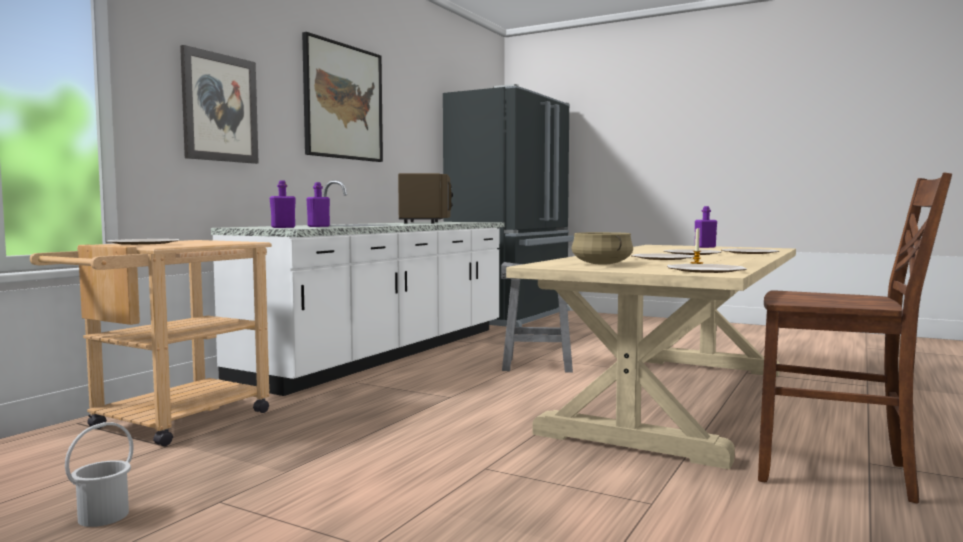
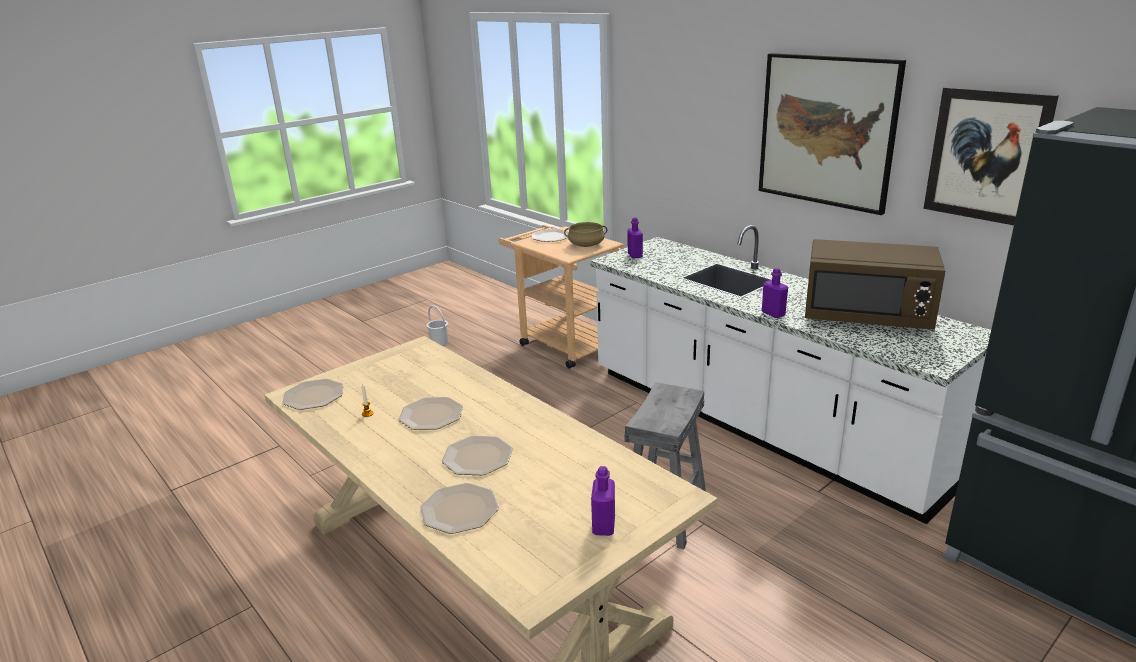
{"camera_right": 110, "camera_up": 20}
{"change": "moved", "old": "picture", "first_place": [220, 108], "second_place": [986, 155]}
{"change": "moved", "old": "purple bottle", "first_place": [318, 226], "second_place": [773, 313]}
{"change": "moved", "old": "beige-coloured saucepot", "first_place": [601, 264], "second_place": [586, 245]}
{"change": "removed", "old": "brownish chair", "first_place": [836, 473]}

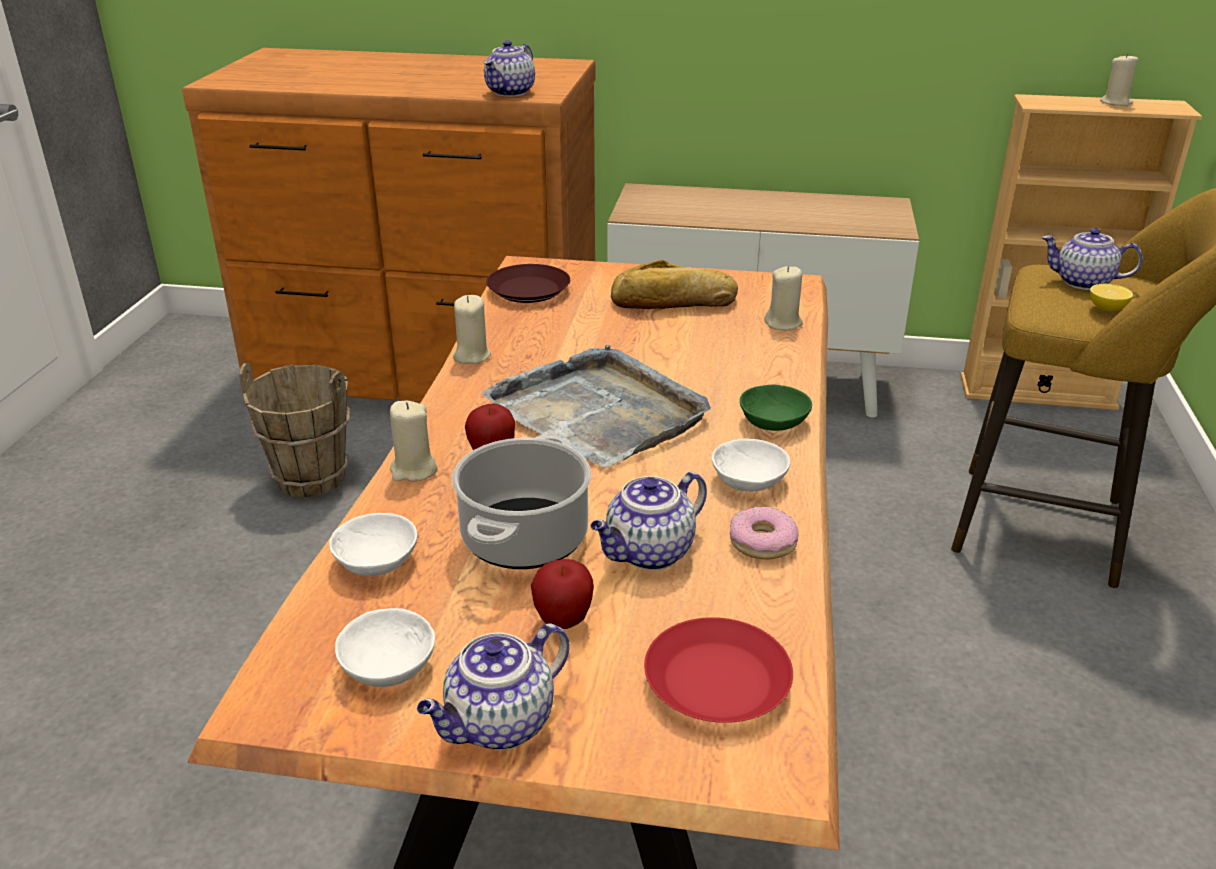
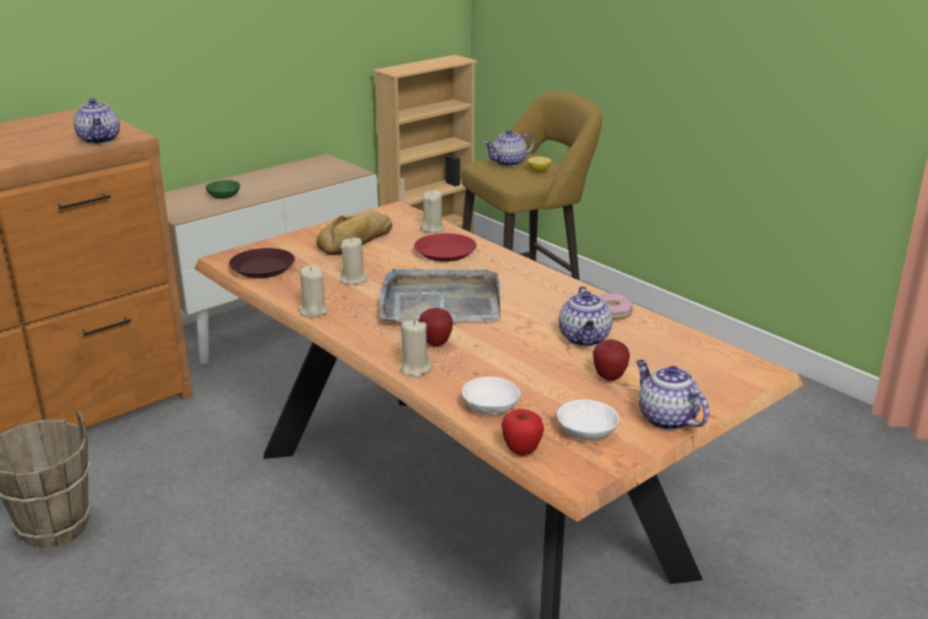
{"camera_right": -50, "camera_up": -5}
{"change": "turned", "old": "pot for tea", "first_place": [499, 725], "second_place": [666, 418], "degrees": 150}
{"change": "removed", "old": "saucepot", "first_place": [525, 539]}
{"change": "moved", "old": "red-coloured dinner plate", "first_place": [718, 680], "second_place": [445, 252]}
{"change": "removed", "old": "whitish bowl", "first_place": [750, 481]}
{"change": "moved", "old": "green-coloured bowl", "first_place": [774, 423], "second_place": [225, 196]}
{"change": "moved", "old": "beige-coloured wax light", "first_place": [1116, 103], "second_place": [354, 279]}
{"change": "added", "new": "whole apple", "second_place": [521, 450]}

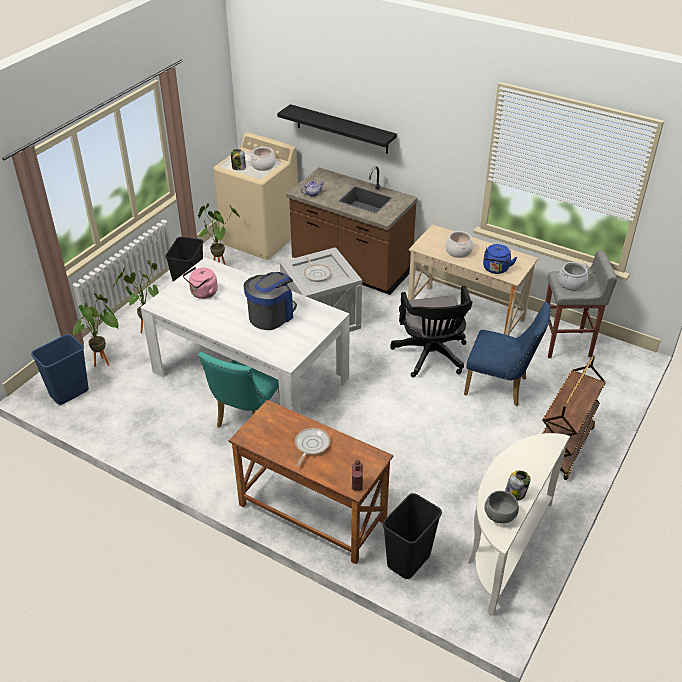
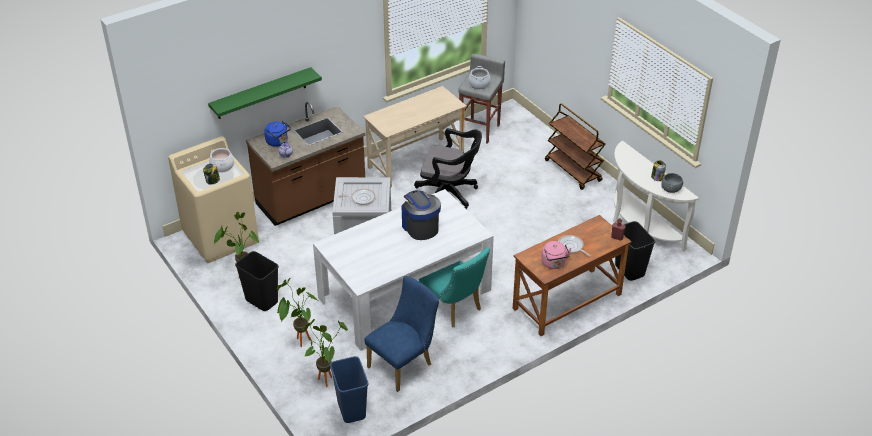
{"camera_right": -65, "camera_up": 0}
{"change": "moved", "old": "pink tea kettle", "first_place": [202, 293], "second_place": [554, 264]}
{"change": "recoloured", "old": "black-coloured shelf", "new": "green-coloured shelf", "first_place": [342, 129], "second_place": [261, 93]}
{"change": "removed", "old": "saucepot", "first_place": [458, 251]}
{"change": "moved", "old": "blue-coloured chair", "first_place": [500, 387], "second_place": [404, 364]}
{"change": "moved", "old": "blue-coloured tea kettle", "first_place": [496, 269], "second_place": [278, 142]}

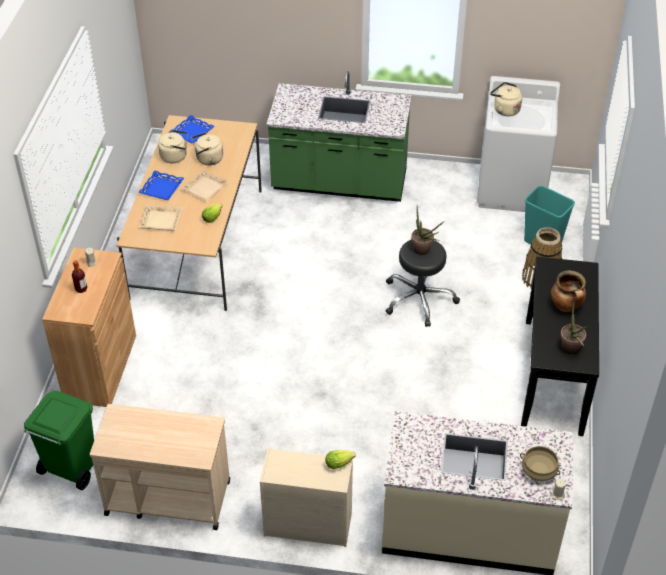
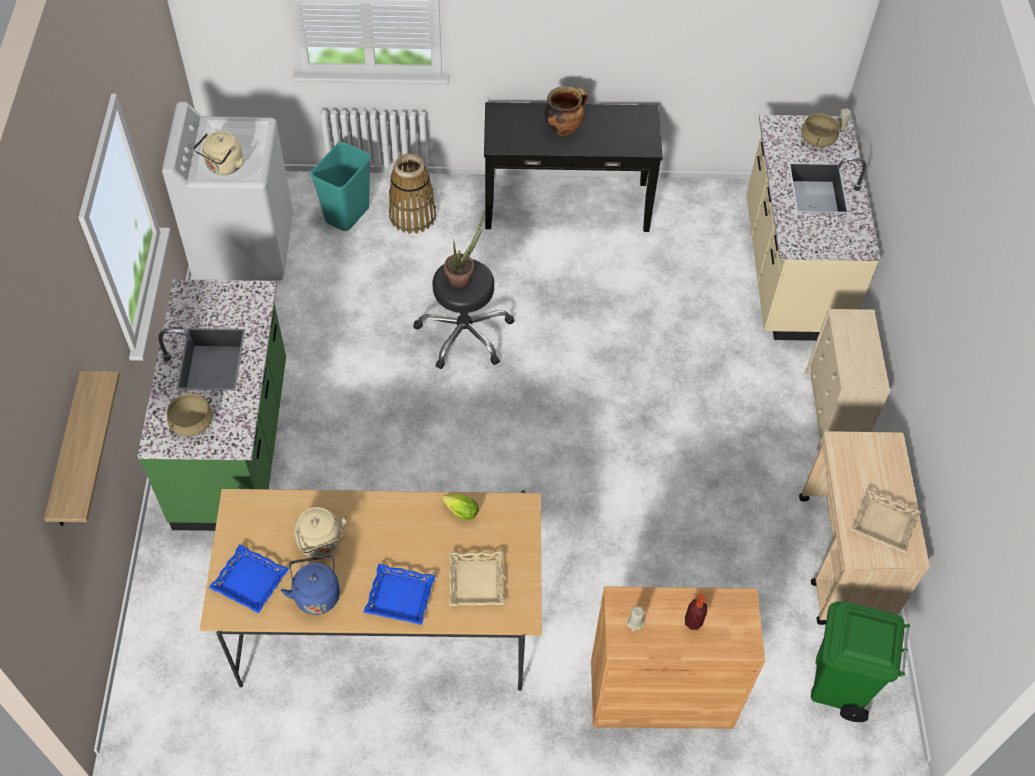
{"camera_right": -100, "camera_up": 10}
{"change": "recoloured", "old": "beige-coloured tea kettle", "new": "blue-coloured tea kettle", "first_place": [175, 156], "second_place": [316, 593]}
{"change": "moved", "old": "beige-coloured tray", "first_place": [205, 188], "second_place": [884, 523]}
{"change": "removed", "old": "head of lettuce", "first_place": [340, 463]}
{"change": "removed", "old": "houseplant", "first_place": [571, 351]}
{"change": "added", "new": "shelf", "second_place": [68, 454]}
{"change": "added", "new": "beige-coloured saucepot", "second_place": [192, 423]}

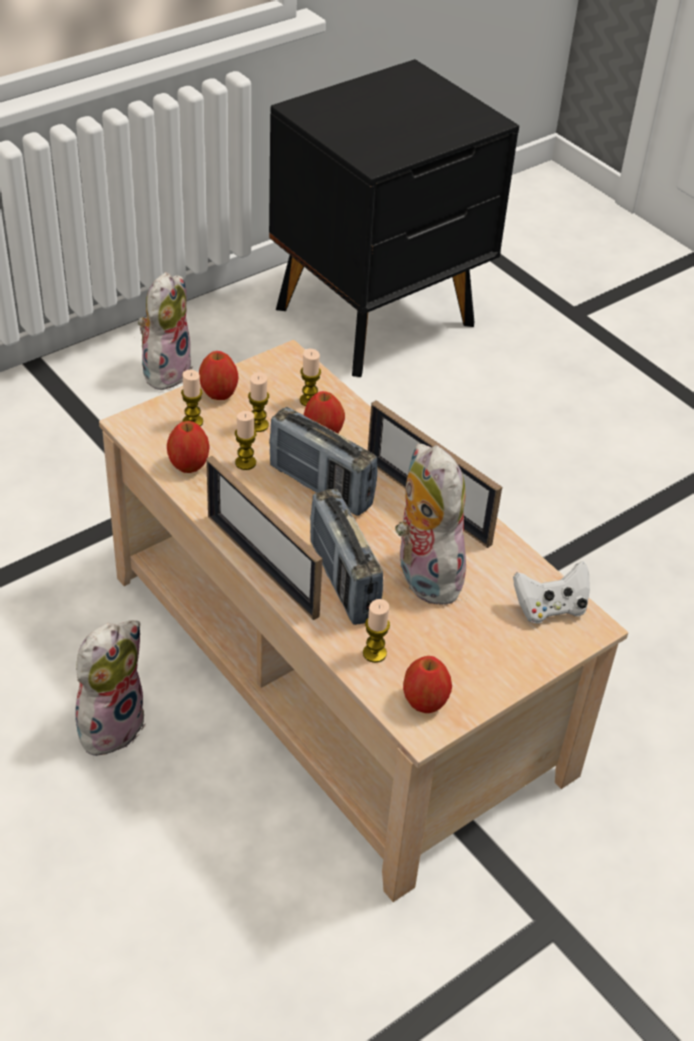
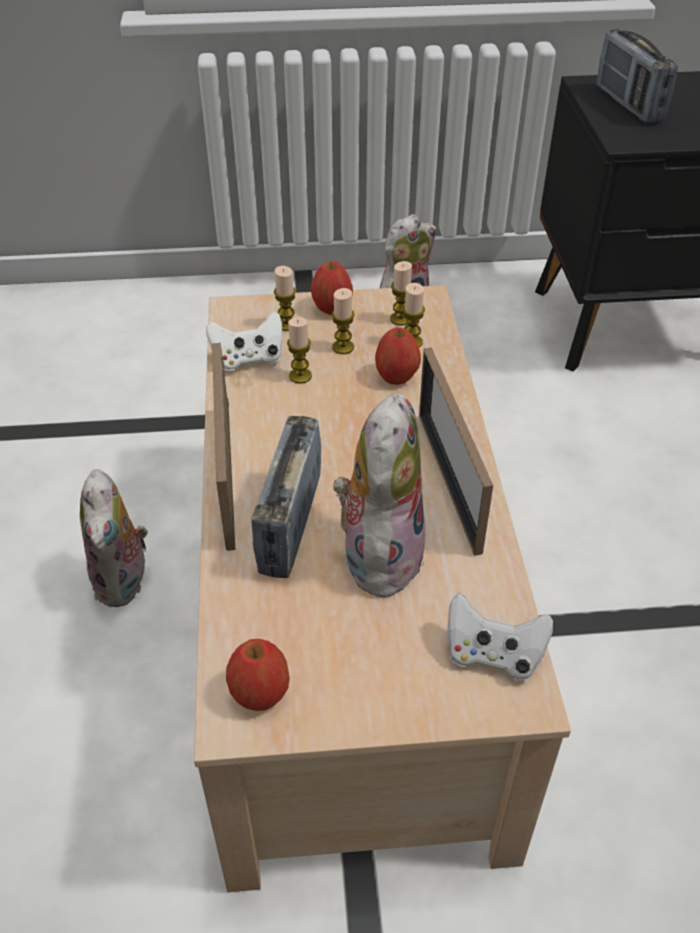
{"camera_right": 35, "camera_up": 0}
{"change": "turned", "old": "soft toy", "first_place": [110, 723], "second_place": [125, 582], "degrees": 105}
{"change": "replaced", "old": "whole apple", "new": "whitish joypad", "first_place": [189, 464], "second_place": [248, 359]}
{"change": "moved", "old": "radio receiver", "first_place": [320, 486], "second_place": [628, 104]}
{"change": "moved", "old": "wax light", "first_place": [374, 653], "second_place": [400, 319]}

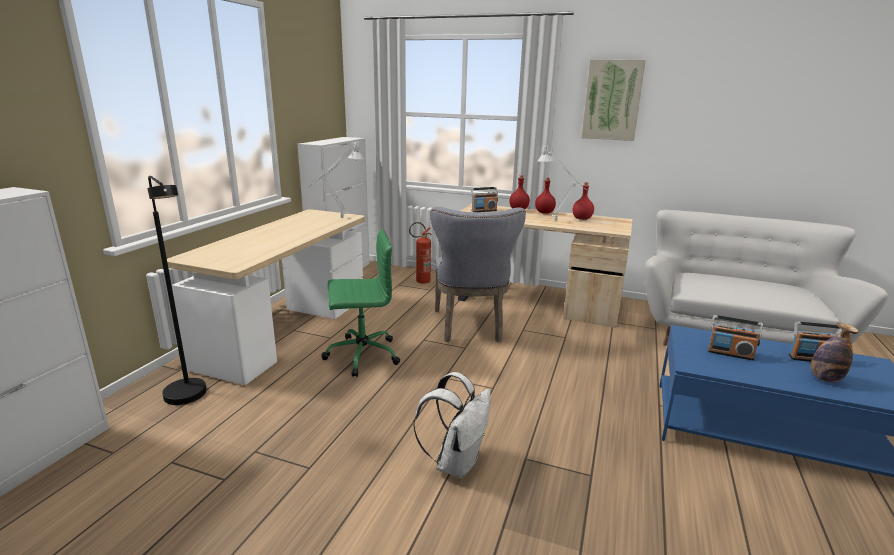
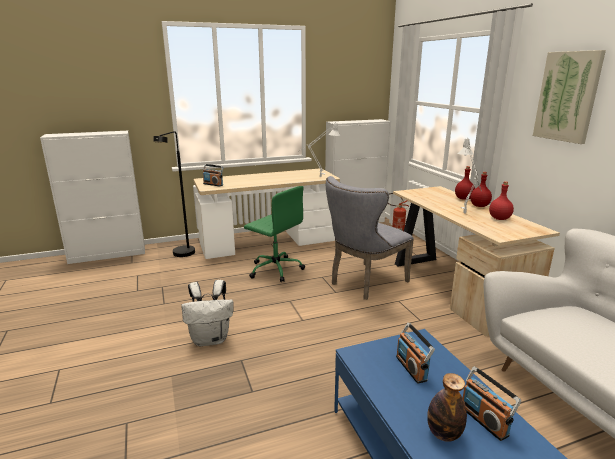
{"camera_right": 50, "camera_up": 0}
{"change": "moved", "old": "radio receiver", "first_place": [484, 211], "second_place": [213, 184]}

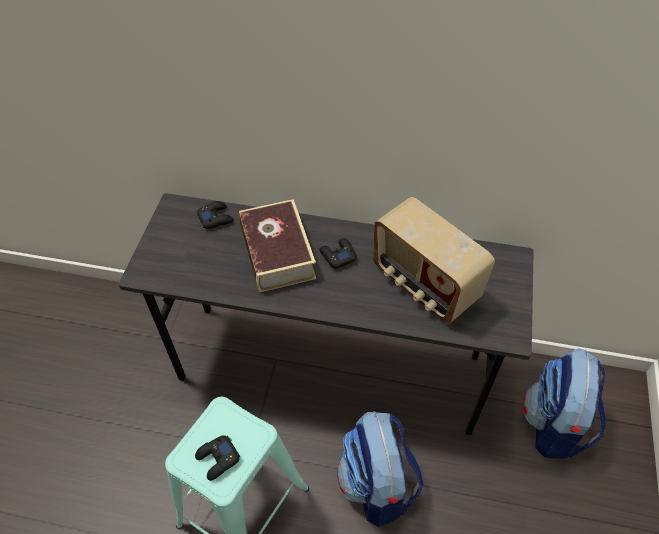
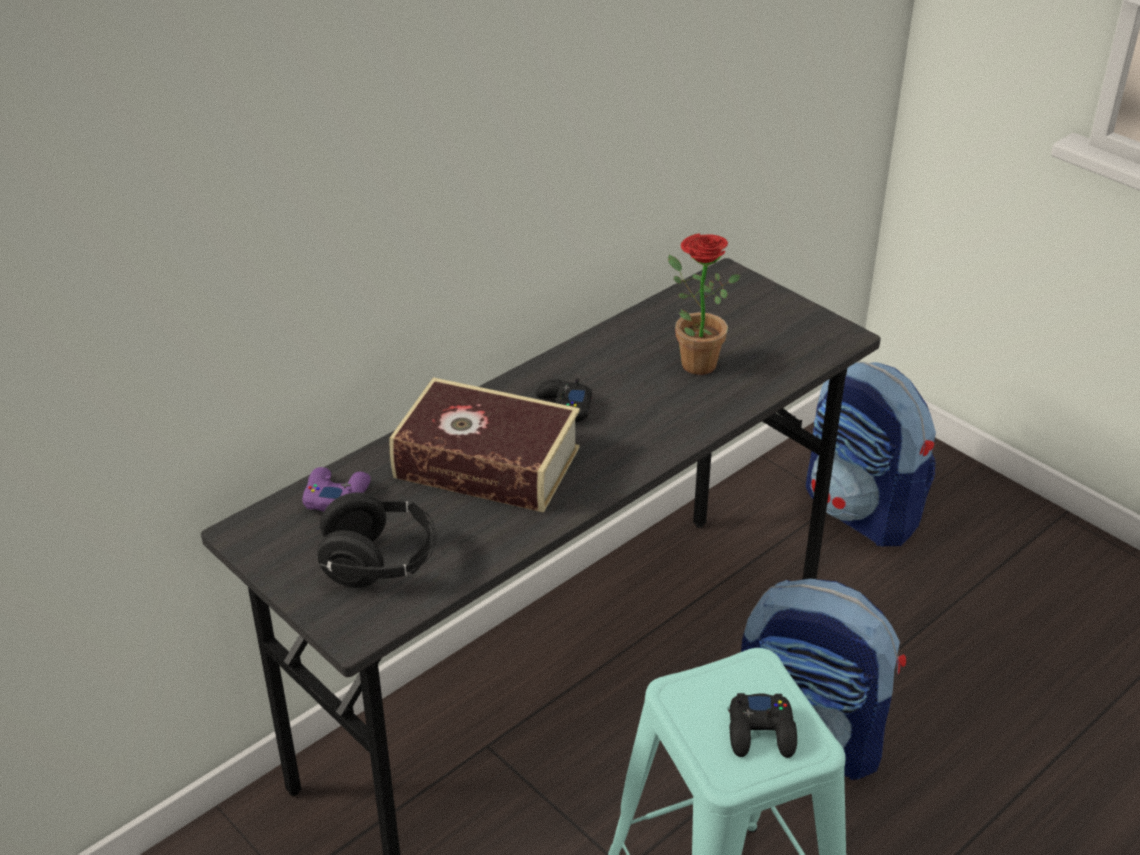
{"camera_right": -55, "camera_up": -15}
{"change": "recoloured", "old": "black-coloured joypad", "new": "purple joypad", "first_place": [216, 218], "second_place": [336, 496]}
{"change": "replaced", "old": "radio receiver", "new": "houseplant", "first_place": [424, 284], "second_place": [692, 361]}
{"change": "added", "new": "black-coloured headphones", "second_place": [380, 563]}

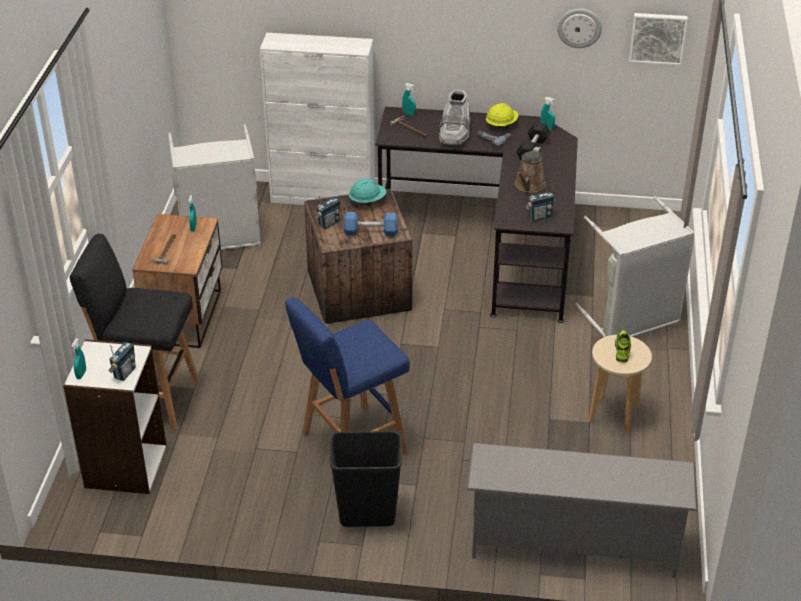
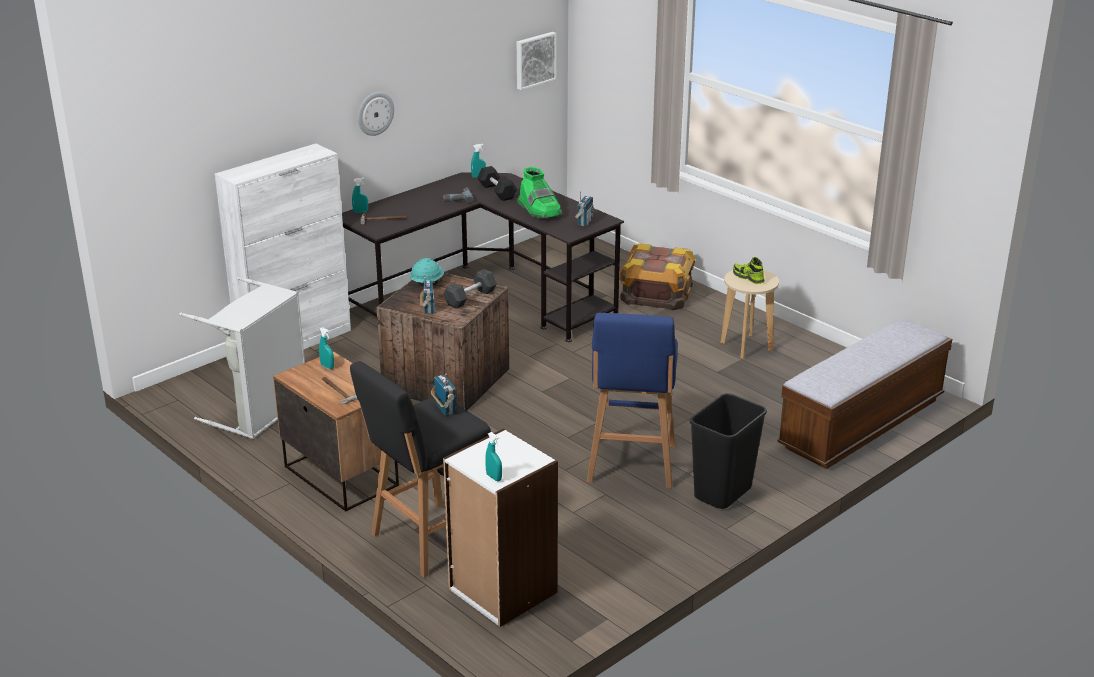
{"camera_right": -50, "camera_up": -10}
{"change": "moved", "old": "radio receiver", "first_place": [124, 373], "second_place": [445, 409]}
{"change": "recoloured", "old": "blue-coloured free weight", "new": "grey free weight", "first_place": [370, 232], "second_place": [470, 298]}
{"change": "removed", "old": "grey tall boot", "first_place": [454, 134]}
{"change": "replaced", "old": "grey shoe shelf", "new": "bench", "first_place": [573, 546], "second_place": [861, 423]}
{"change": "removed", "old": "yellow-coloured safety helmet", "first_place": [501, 125]}
{"change": "replaced", "old": "brownish watering pot", "new": "green-coloured tall boot", "first_place": [529, 186], "second_place": [539, 210]}
{"change": "moved", "old": "clock on the wall", "first_place": [579, 27], "second_place": [375, 113]}
{"change": "replaced", "old": "grey hamper", "new": "packing crate", "first_place": [632, 320], "second_place": [656, 294]}

